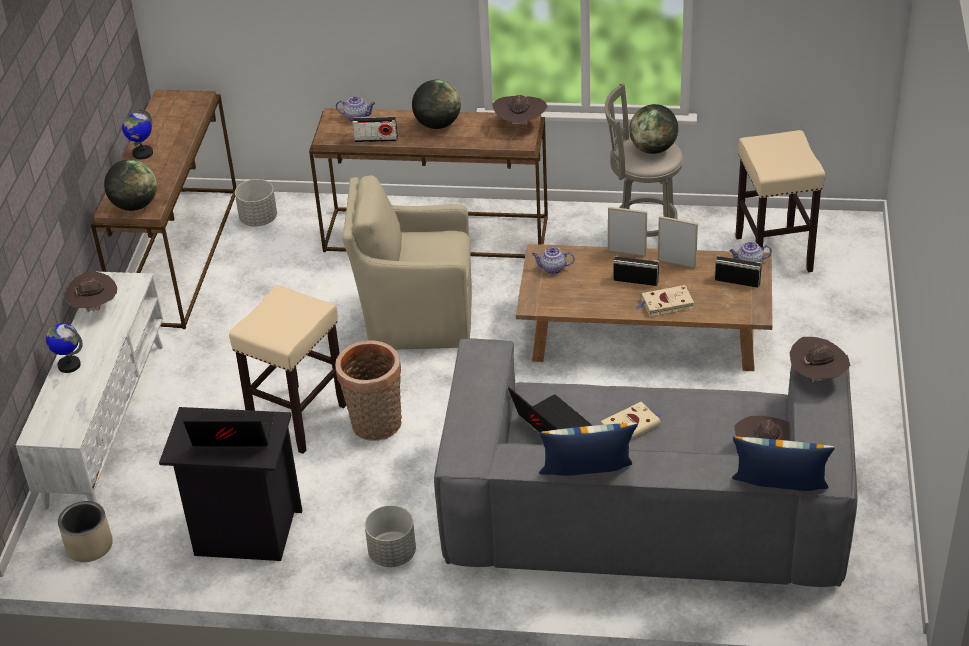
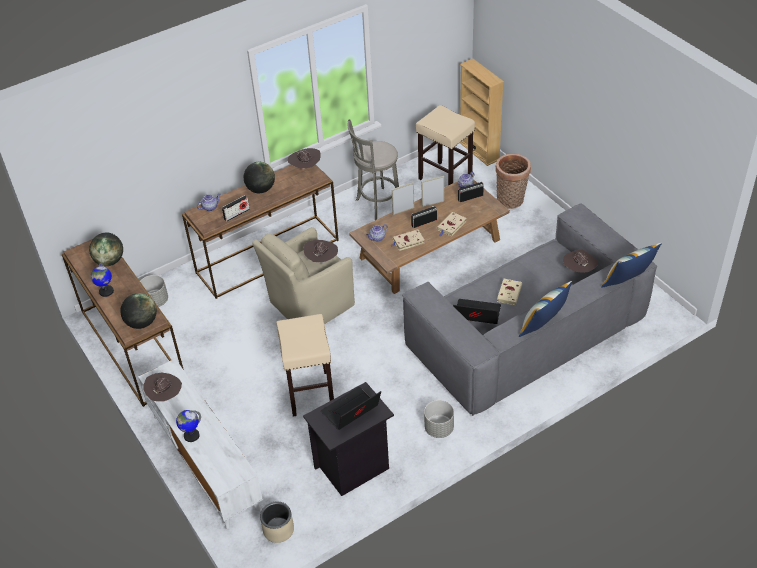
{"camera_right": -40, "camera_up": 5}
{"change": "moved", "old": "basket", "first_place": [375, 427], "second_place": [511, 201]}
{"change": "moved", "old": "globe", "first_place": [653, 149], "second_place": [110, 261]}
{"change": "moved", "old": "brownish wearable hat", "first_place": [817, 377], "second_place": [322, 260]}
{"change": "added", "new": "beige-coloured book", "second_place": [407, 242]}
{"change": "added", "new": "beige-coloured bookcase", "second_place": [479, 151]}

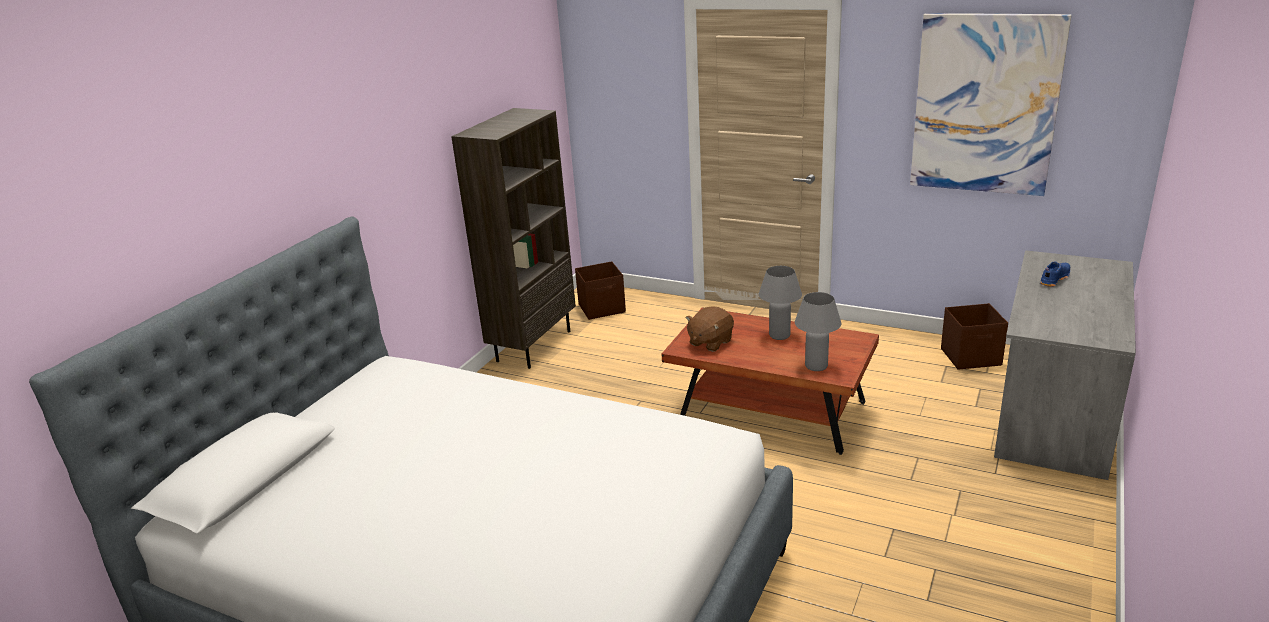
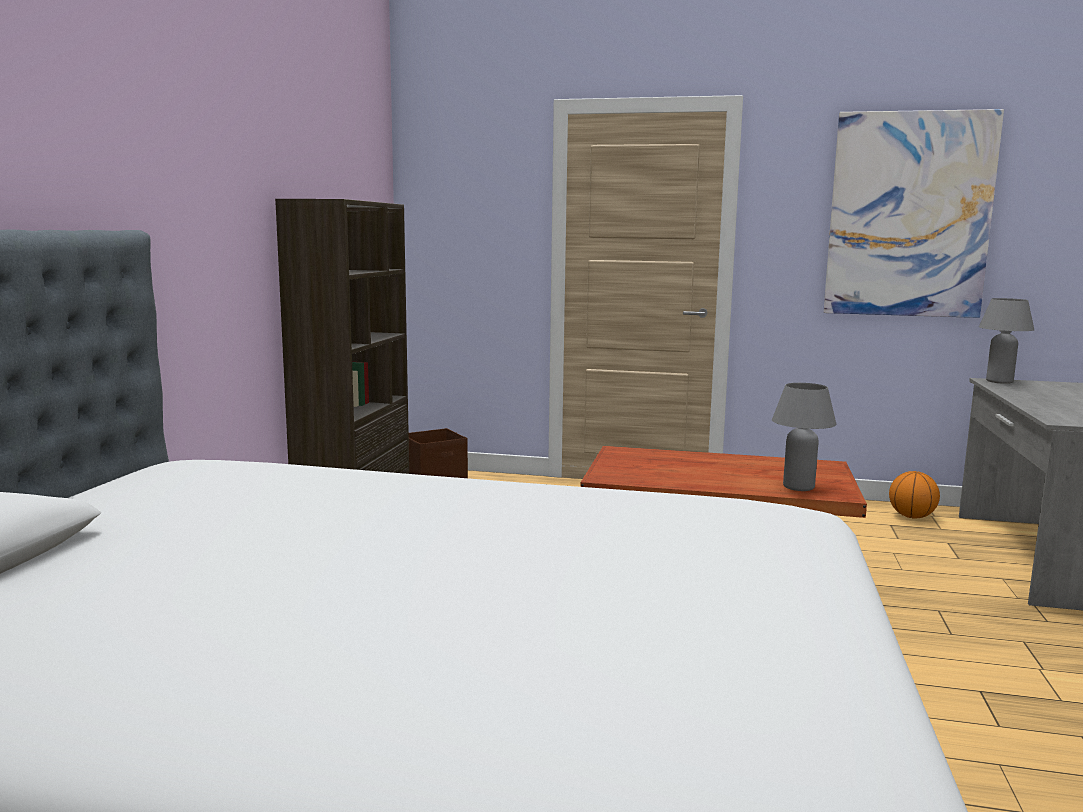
{"camera_right": -15, "camera_up": -15}
{"change": "removed", "old": "brownish soft toy", "first_place": [710, 342]}
{"change": "moved", "old": "grey lamp for a table", "first_place": [779, 335], "second_place": [999, 381]}
{"change": "replaced", "old": "brownish storage container", "new": "basketball ball", "first_place": [971, 357], "second_place": [912, 517]}
{"change": "removed", "old": "blue-coloured shoe", "first_place": [1053, 279]}

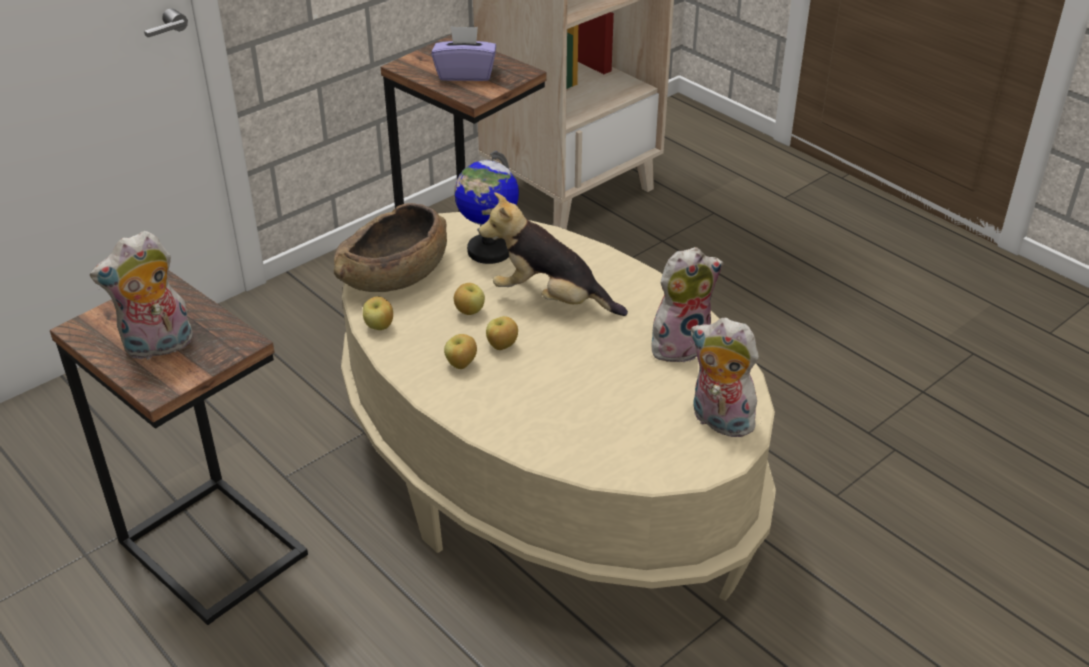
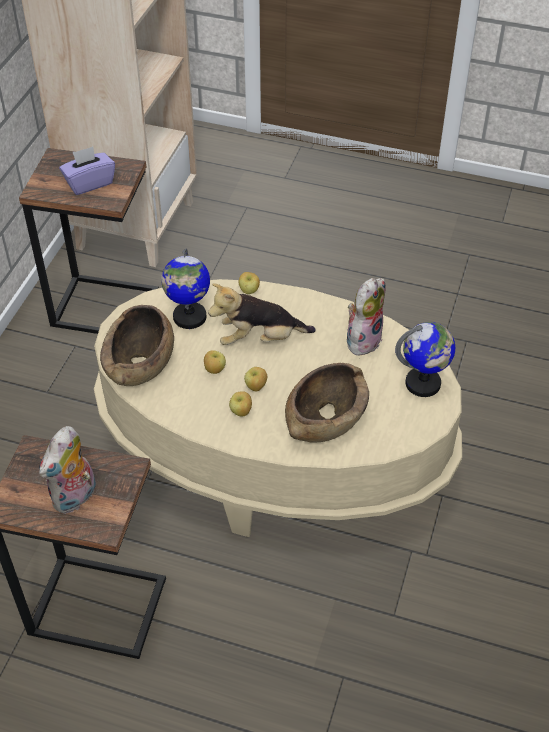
{"camera_right": -30, "camera_up": 10}
{"change": "moved", "old": "whole apple", "first_place": [379, 326], "second_place": [249, 291]}
{"change": "replaced", "old": "soft toy", "new": "globe", "first_place": [718, 421], "second_place": [423, 384]}
{"change": "added", "new": "brownish bowl", "second_place": [325, 418]}

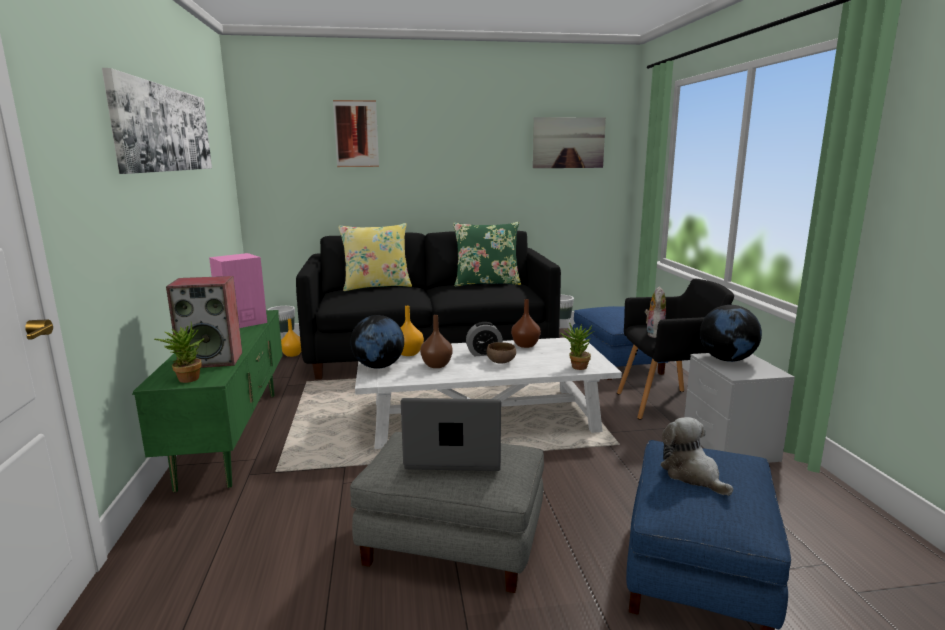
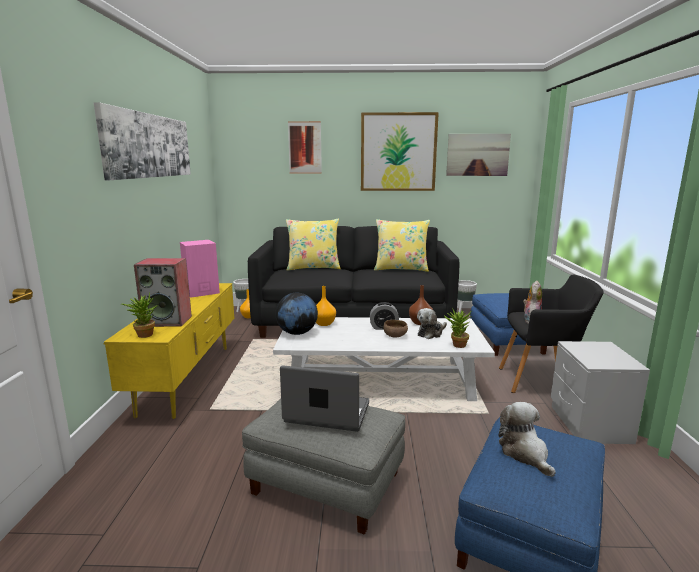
{"camera_right": 10, "camera_up": 0}
{"change": "recoloured", "old": "green-coloured tv stand", "new": "yellow-coloured tv stand", "first_place": [233, 436], "second_place": [188, 378]}
{"change": "removed", "old": "brownish flower vase", "first_place": [436, 365]}
{"change": "recoloured", "old": "green-coloured throw pillow", "new": "yellow-coloured throw pillow", "first_place": [486, 283], "second_place": [401, 269]}
{"change": "removed", "old": "globe", "first_place": [727, 359]}
{"change": "added", "new": "picture", "second_place": [398, 152]}
{"change": "added", "new": "soft toy", "second_place": [431, 333]}

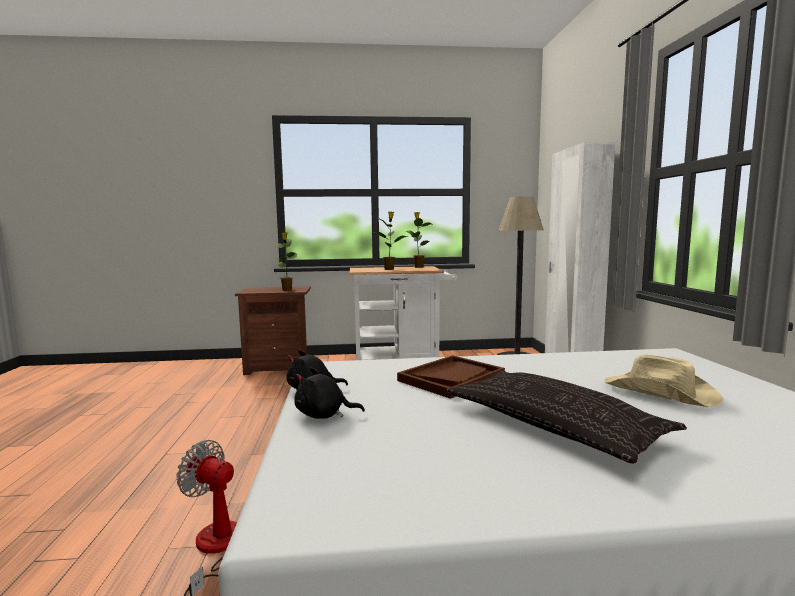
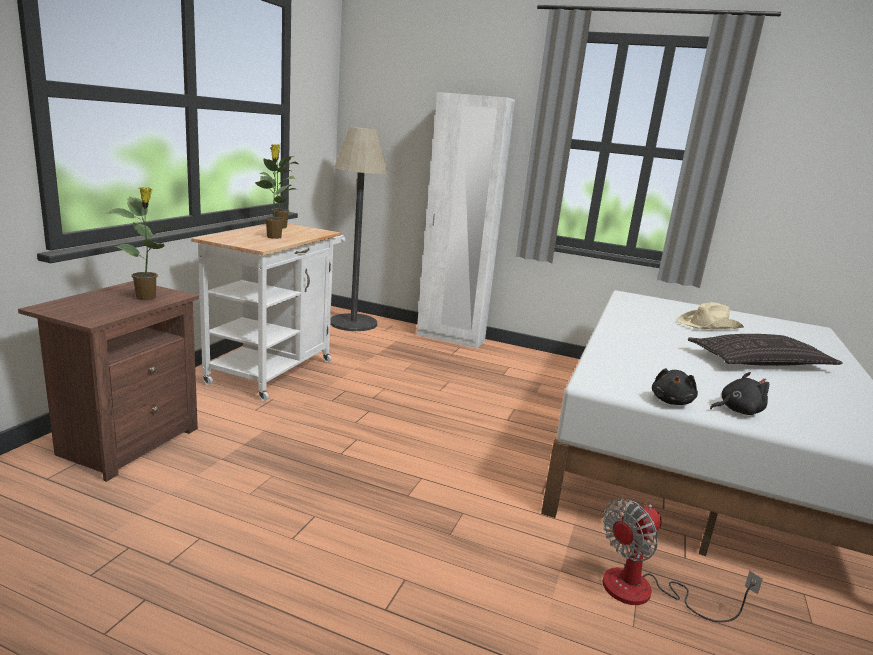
{"camera_right": -65, "camera_up": 10}
{"change": "turned", "old": "black-coloured soft toy", "first_place": [324, 415], "second_place": [737, 410], "degrees": -135}
{"change": "removed", "old": "brownish tray", "first_place": [451, 378]}

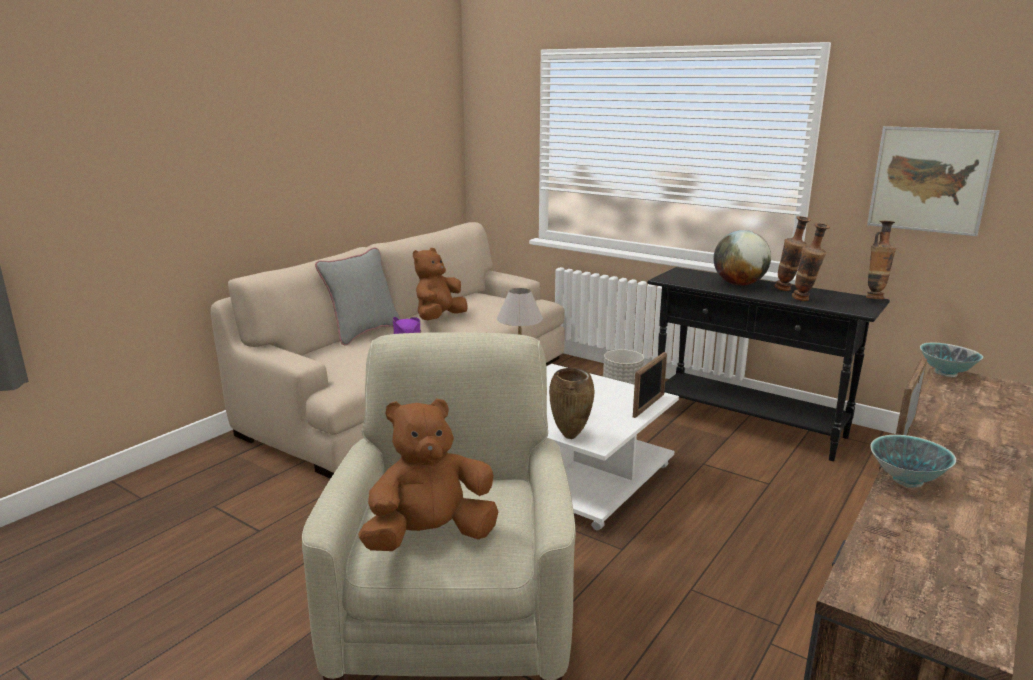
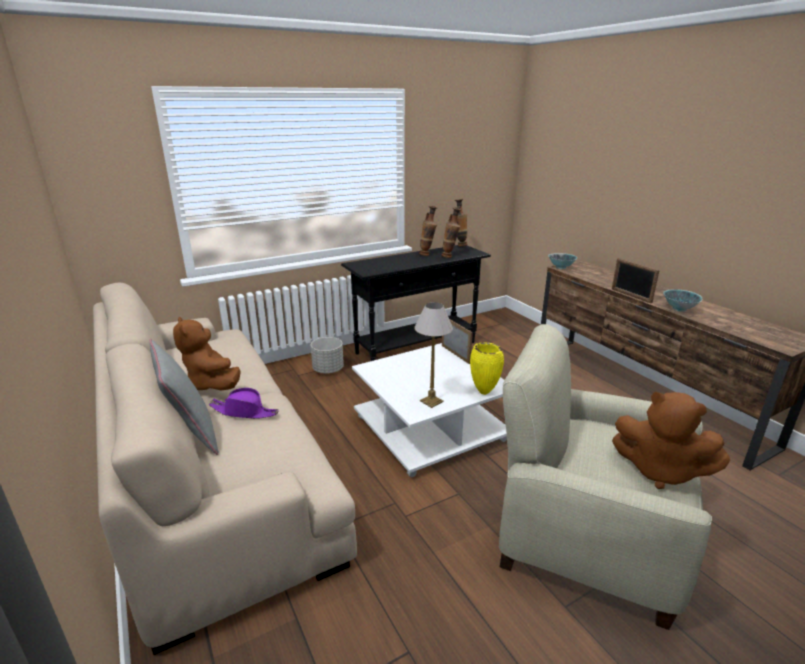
{"camera_right": -65, "camera_up": 5}
{"change": "turned", "old": "brownish soft toy", "first_place": [430, 536], "second_place": [660, 471], "degrees": -60}
{"change": "recoloured", "old": "brownish flower vase", "new": "yellow-coloured flower vase", "first_place": [571, 437], "second_place": [484, 392]}
{"change": "removed", "old": "globe", "first_place": [739, 284]}
{"change": "removed", "old": "picture", "first_place": [929, 180]}

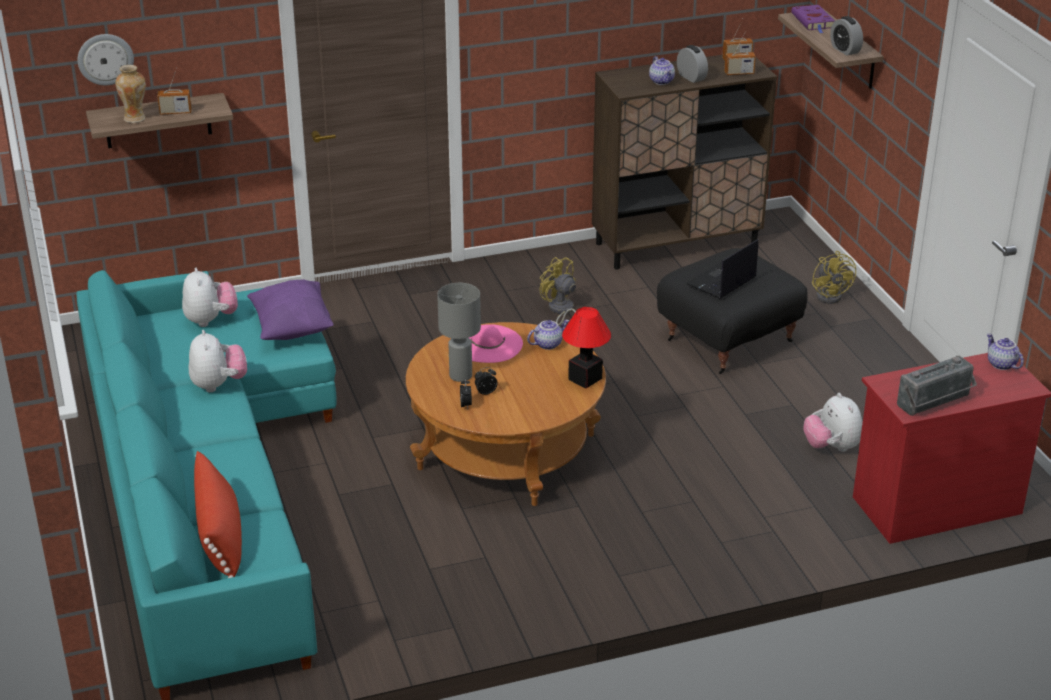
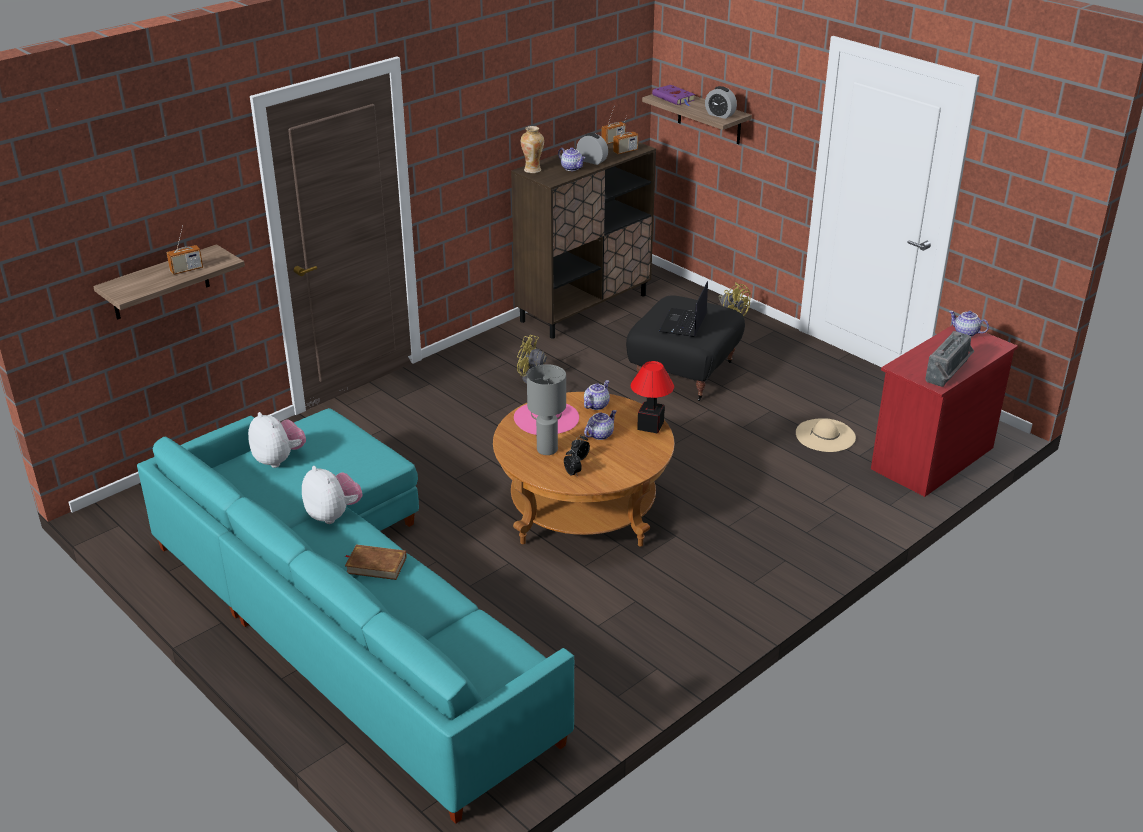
{"camera_right": -25, "camera_up": 0}
{"change": "removed", "old": "clock on the wall", "first_place": [105, 59]}
{"change": "moved", "old": "flower vase", "first_place": [135, 118], "second_place": [533, 170]}
{"change": "removed", "old": "red-coloured throw pillow", "first_place": [221, 537]}
{"change": "removed", "old": "purple throw pillow", "first_place": [292, 328]}
{"change": "replaced", "old": "soft toy", "new": "beige-coloured wearable hat", "first_place": [832, 447], "second_place": [825, 435]}
{"change": "added", "new": "brownish book", "second_place": [376, 565]}
{"change": "added", "new": "pot for tea", "second_place": [600, 434]}

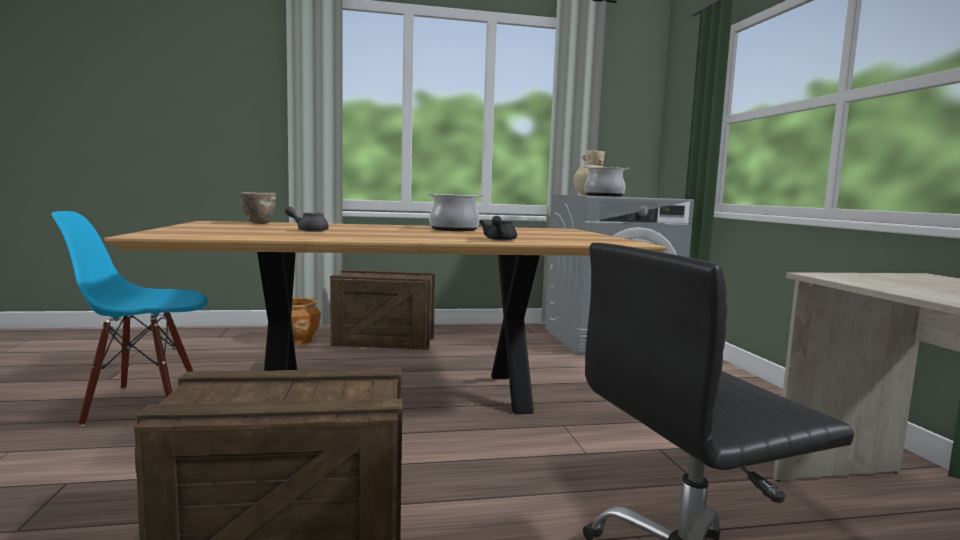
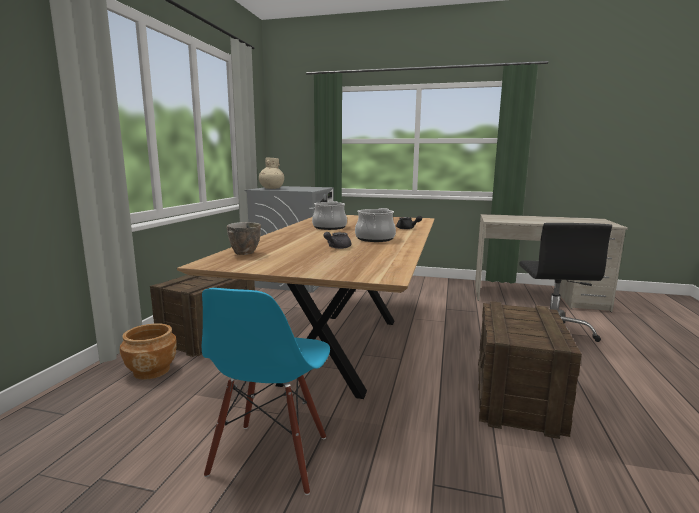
{"camera_right": -65, "camera_up": 5}
{"change": "moved", "old": "saucepot", "first_place": [604, 196], "second_place": [375, 239]}

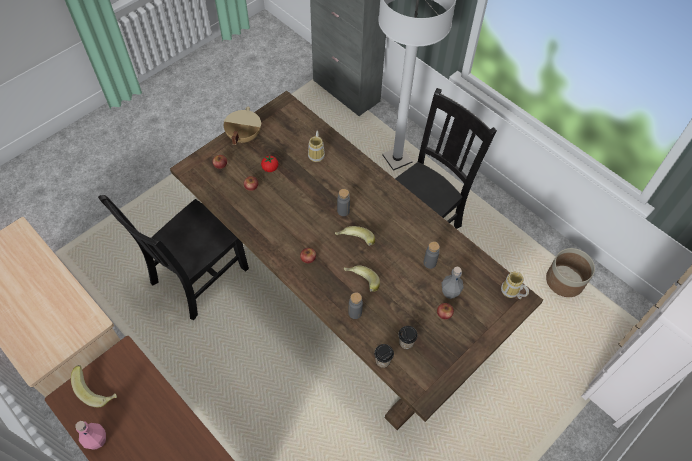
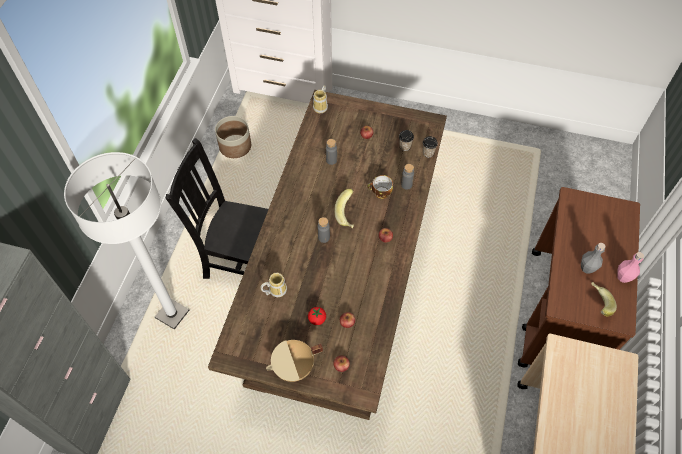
{"camera_right": -120, "camera_up": 0}
{"change": "removed", "old": "black-coloured chair", "first_place": [197, 278]}
{"change": "replaced", "old": "banana fruit", "new": "drinking cup", "first_place": [360, 283], "second_place": [380, 193]}
{"change": "moved", "old": "grey bottle", "first_place": [450, 292], "second_place": [587, 268]}

